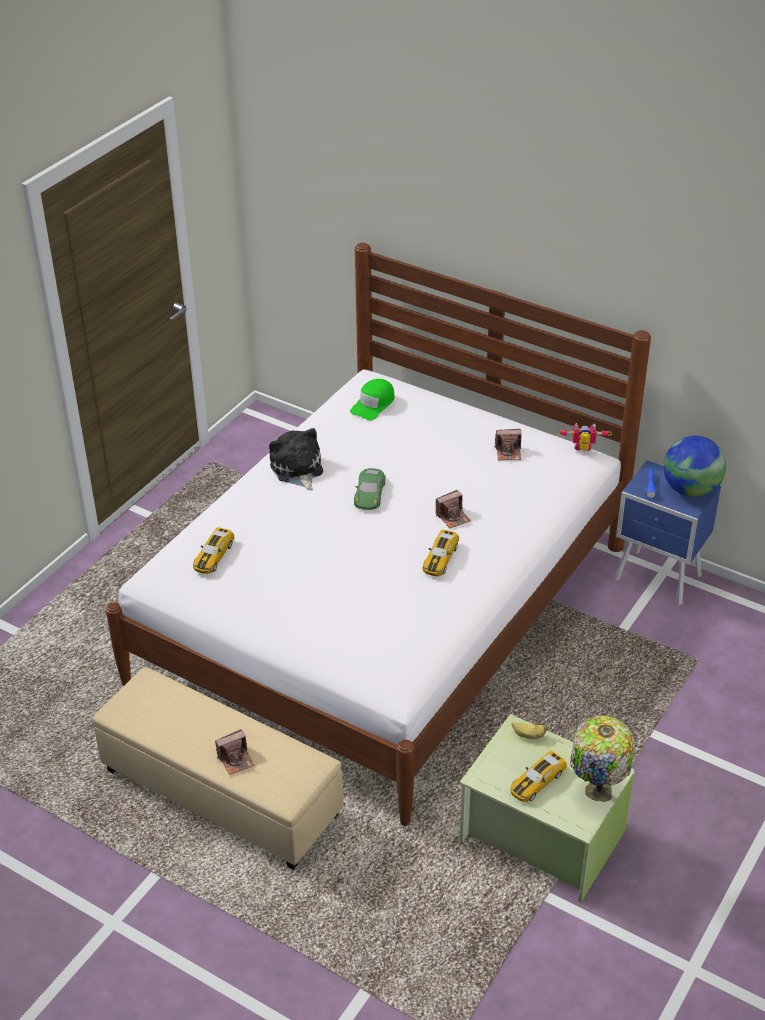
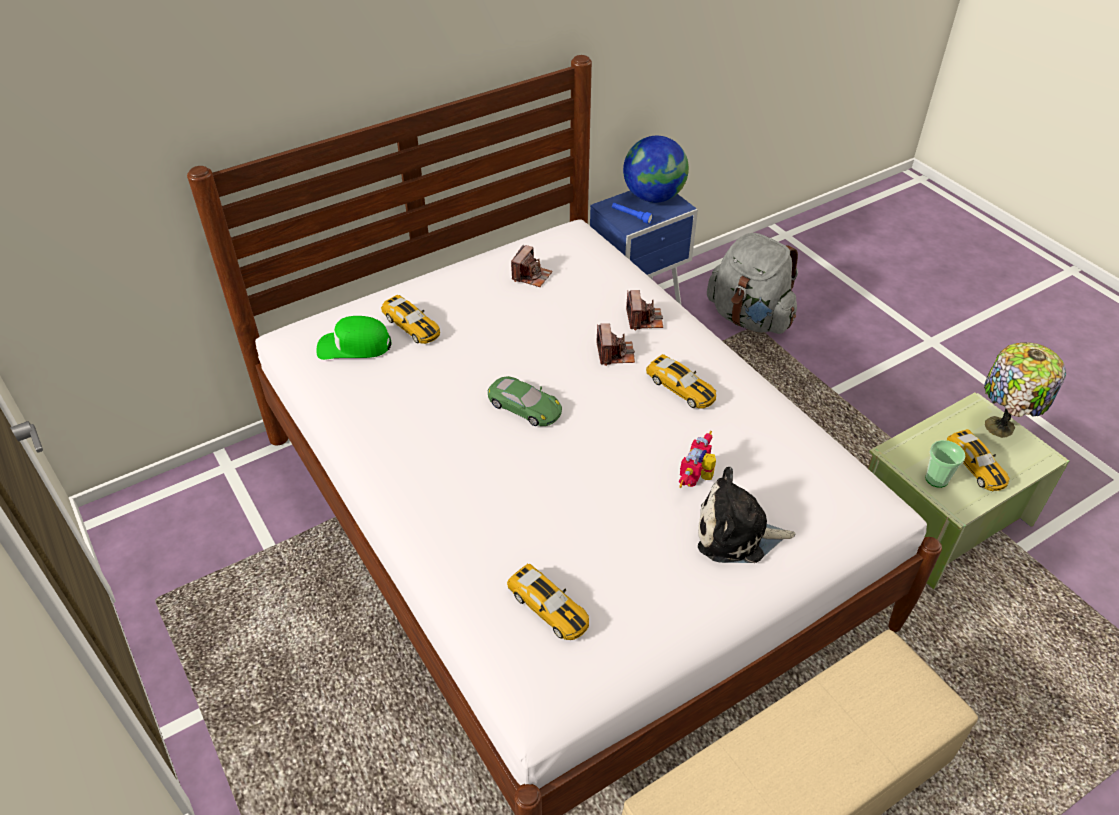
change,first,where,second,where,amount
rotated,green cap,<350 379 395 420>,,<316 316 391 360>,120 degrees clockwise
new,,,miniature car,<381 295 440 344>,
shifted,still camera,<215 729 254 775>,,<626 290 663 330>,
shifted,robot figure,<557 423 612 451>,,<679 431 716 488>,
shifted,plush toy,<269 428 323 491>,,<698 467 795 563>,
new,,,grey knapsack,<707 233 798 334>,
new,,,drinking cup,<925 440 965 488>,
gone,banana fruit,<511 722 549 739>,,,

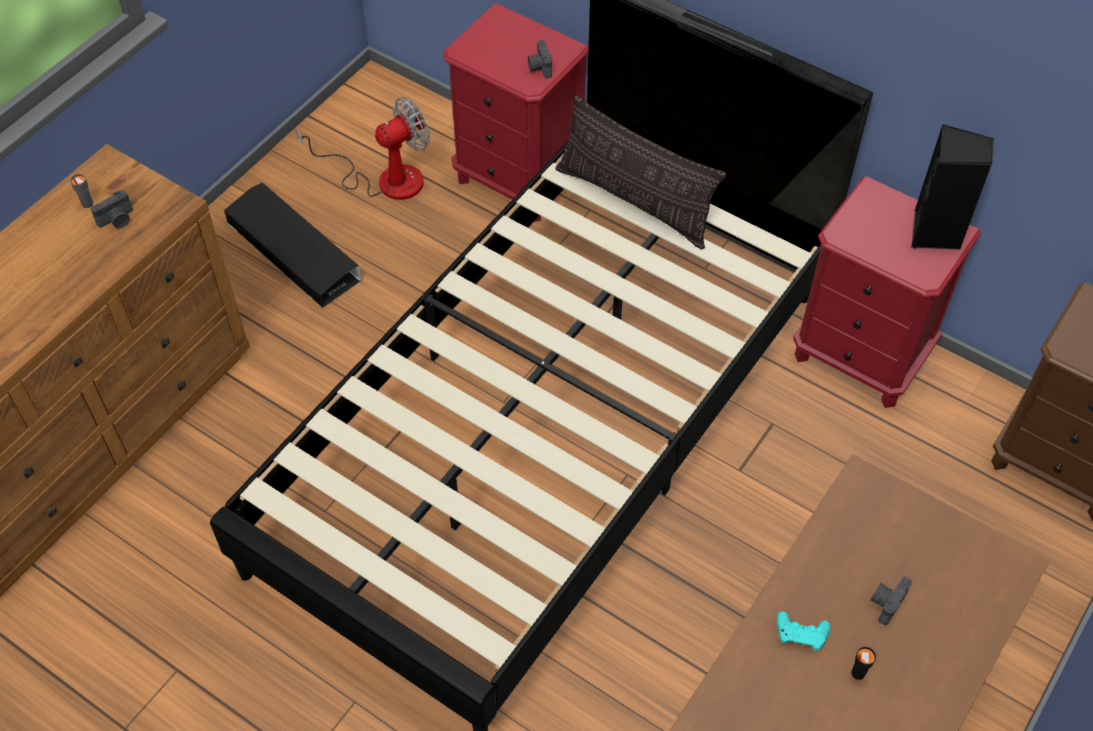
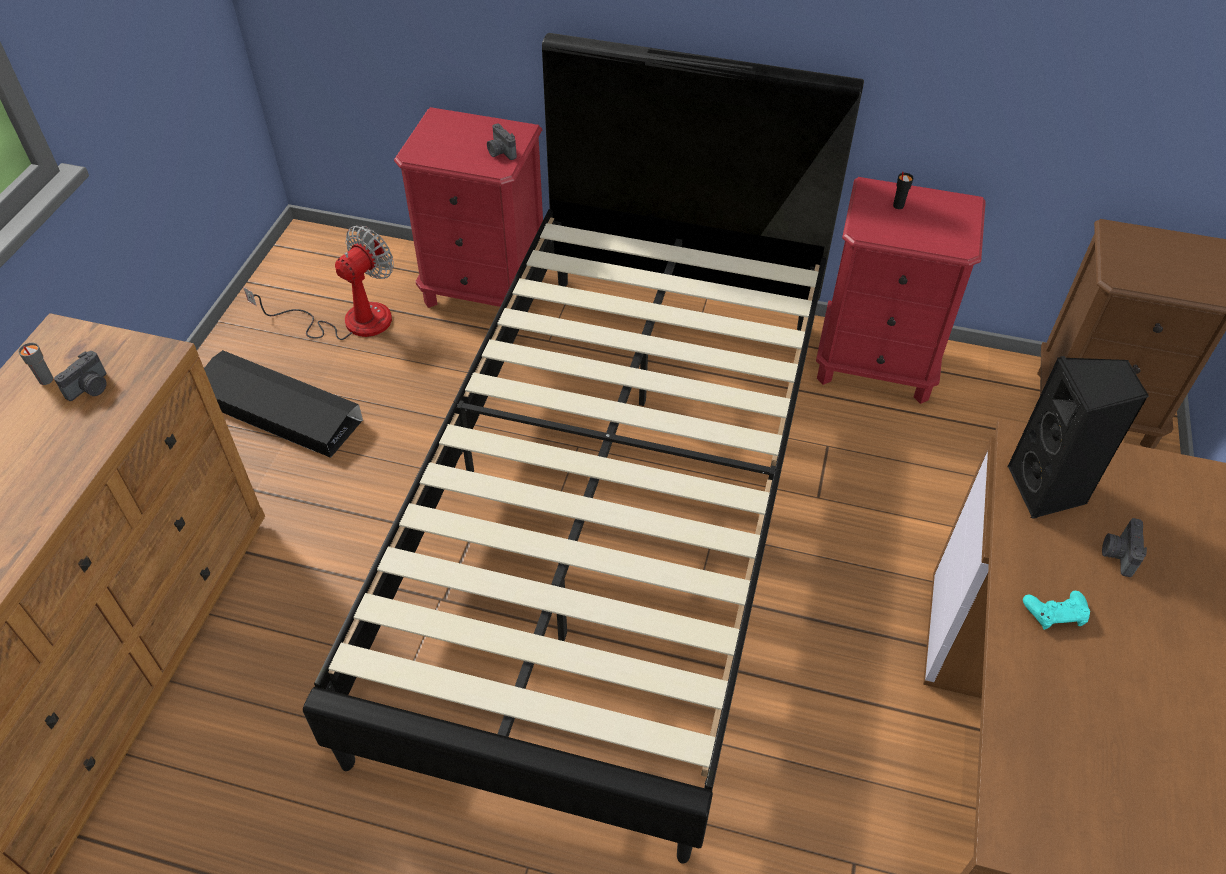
change,first,where,second,where,amount
shifted,black-coloured drinking cup,<851 647 876 680>,,<893 171 914 209>,
shifted,black-coloured speaker,<911 124 994 249>,,<1008 356 1149 519>,
gone,pillow,<555 95 727 249>,,,

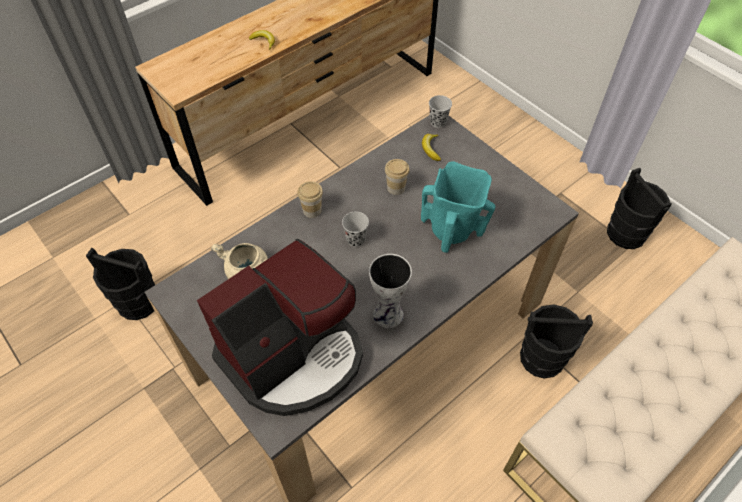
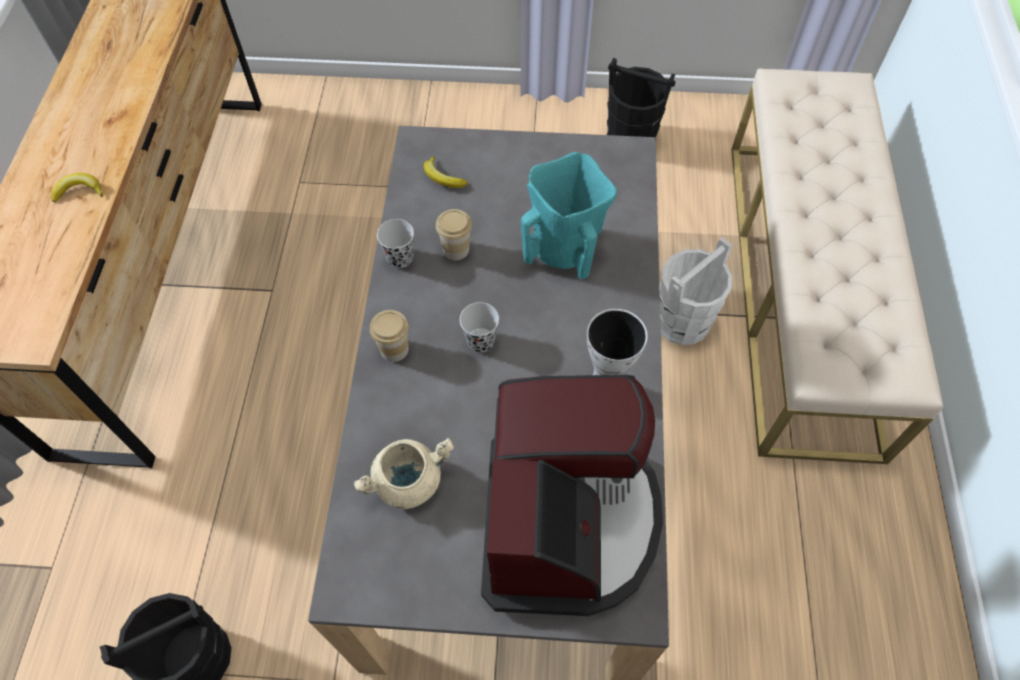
change,first,where,second,where,amount
shifted,black-coloured drinking cup,<429 95 452 128>,,<377 219 414 268>,
repainted,black-coloured pail,<520 304 593 379>,white pail,<660 237 733 345>,

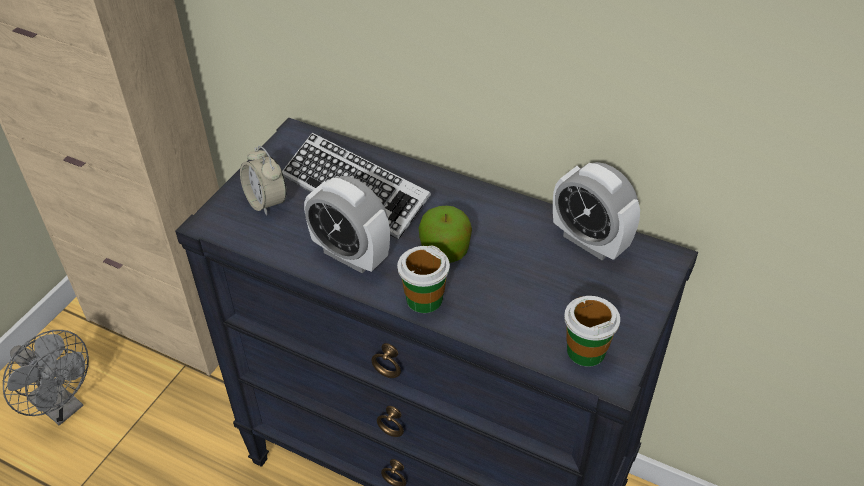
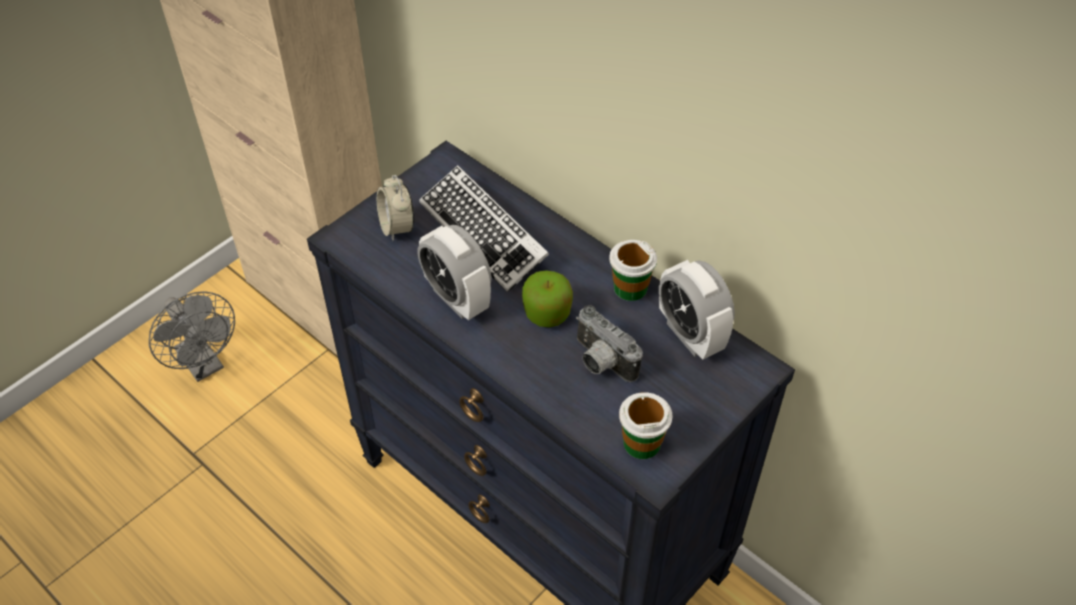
change,first,where,second,where,amount
new,,,still camera,<576 305 643 382>,
shifted,drinking cup,<397 245 450 313>,,<609 240 657 301>,

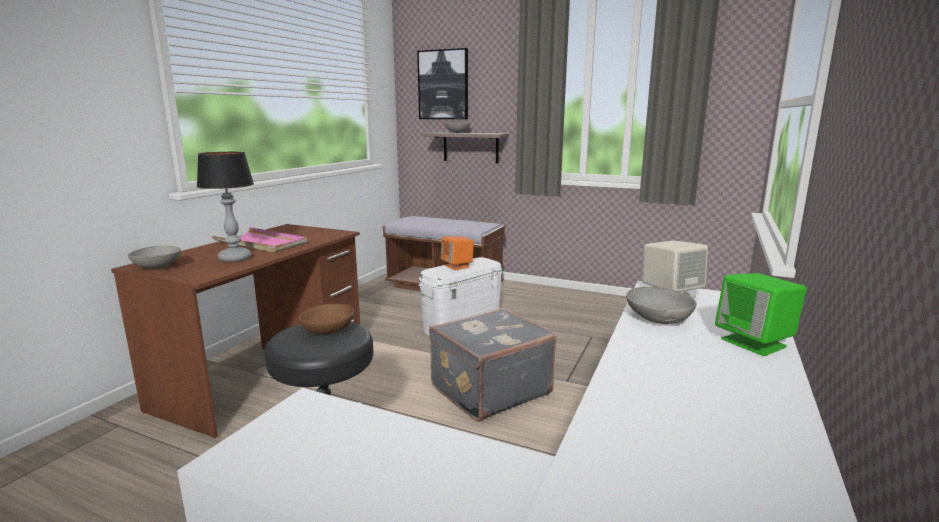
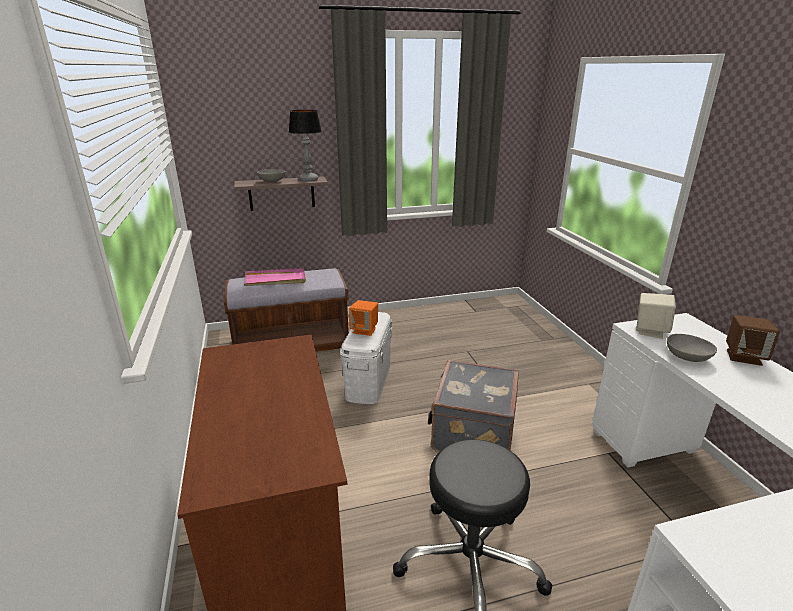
change,first,where,second,where,amount
shifted,pink-coloured carrying tray,<211 227 307 253>,,<244 268 306 286>,
shifted,lamp for a table,<197 152 254 262>,,<289 110 322 181>,
repainted,green speaker,<715 273 807 356>,brownish speaker,<726 315 780 366>,
gone,grey bowl,<128 246 181 269>,,,
gone,brownish bowl,<299 304 355 334>,,,
gone,wall picture,<417 48 468 119>,,,

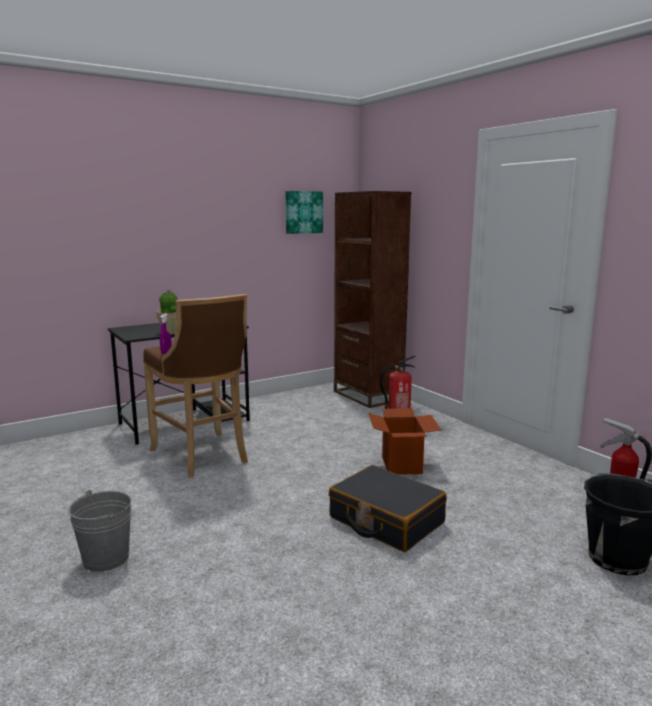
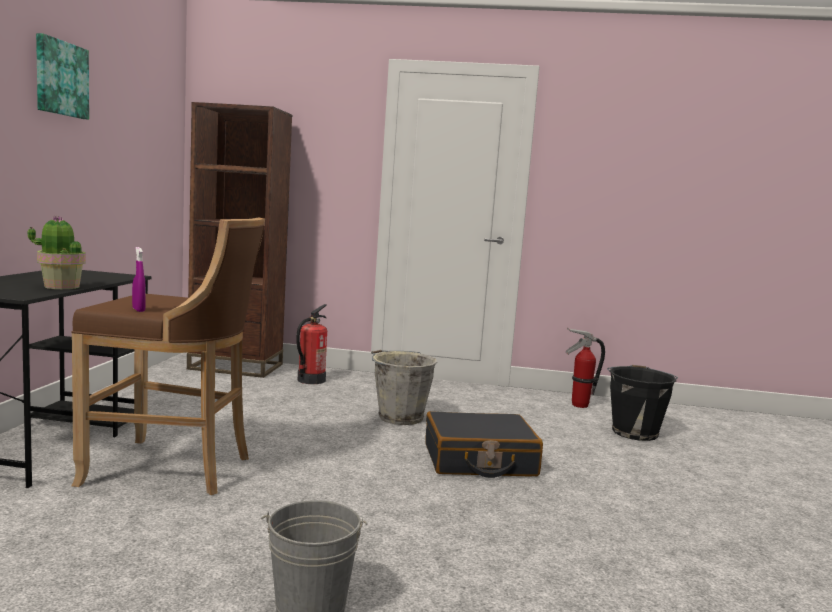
change,first,where,second,where,amount
shifted,wall picture,<286 191 323 234>,,<36 33 89 120>,
swapped,cardboard box,<368 408 441 475>,grey pail,<371 350 437 425>,

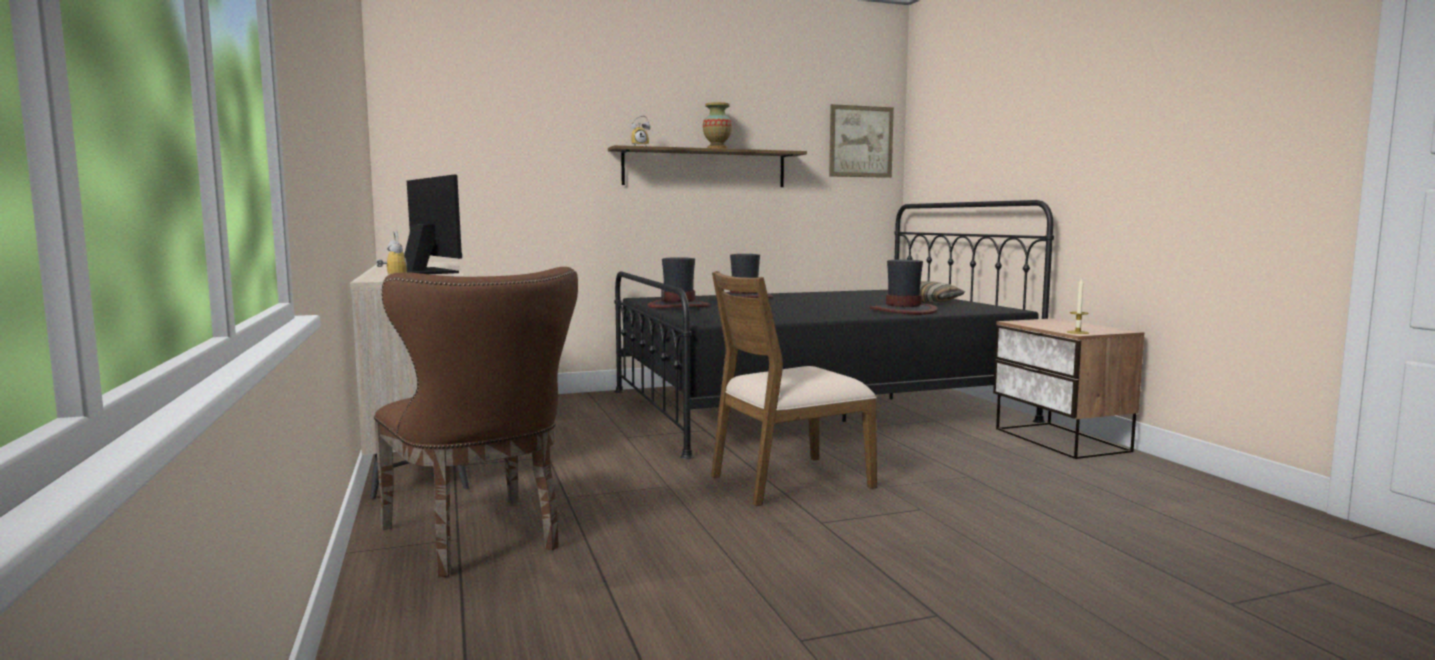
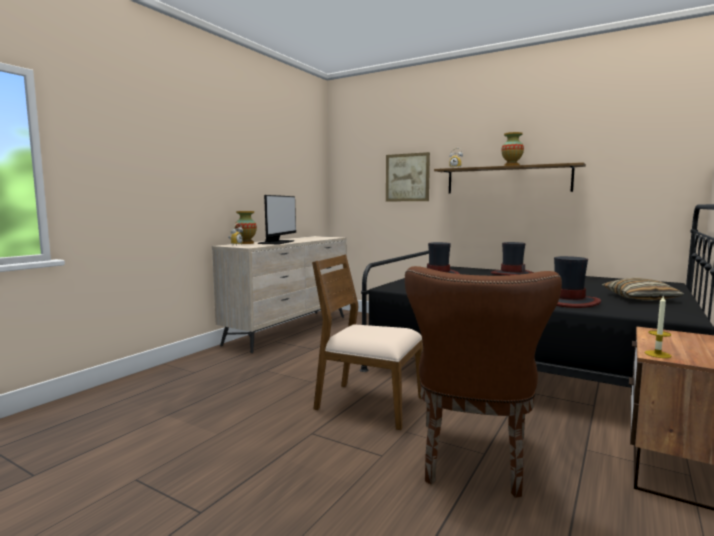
change,first,where,second,where,amount
new,,,flower vase,<235 211 257 244>,
shifted,wall picture,<829 104 894 178>,,<386 152 430 201>,
shifted,brownish chair,<374 267 578 577>,,<405 266 562 498>,

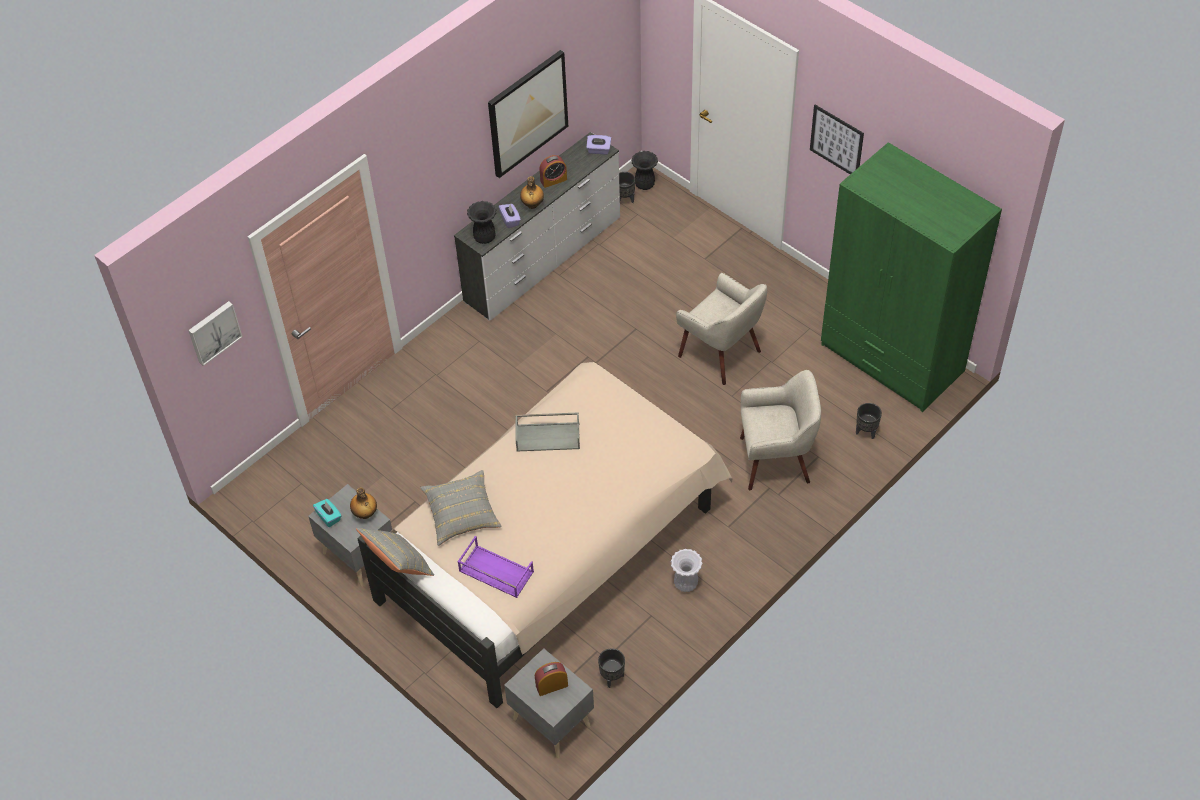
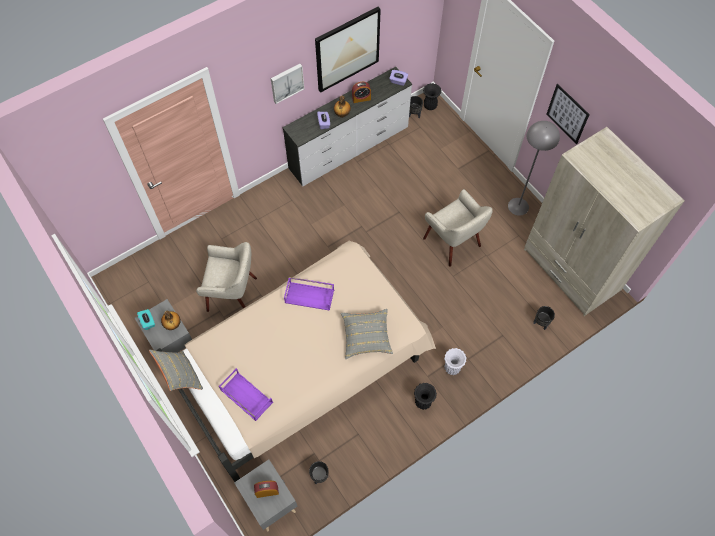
change,first,where,second,where,amount
shifted,sand-coloured lounge chair,<740 370 821 490>,,<196 242 257 312>,
shifted,wall picture,<188 301 243 366>,,<271 64 304 104>,
repainted,grey carrying tray,<515 412 580 452>,purple carrying tray,<284 277 334 311>,
shifted,grey pillow,<420 470 502 546>,,<341 309 393 359>,
shifted,black-coloured flower vase,<467 201 497 244>,,<414 383 437 410>,
shifted,white flower vase,<671 549 703 592>,,<444 348 467 375>,
new,,,grey standing lamp,<508 121 560 216>,
repainted,green wardrobe,<821 142 1002 412>,sand-coloured wardrobe,<524 127 684 316>,

